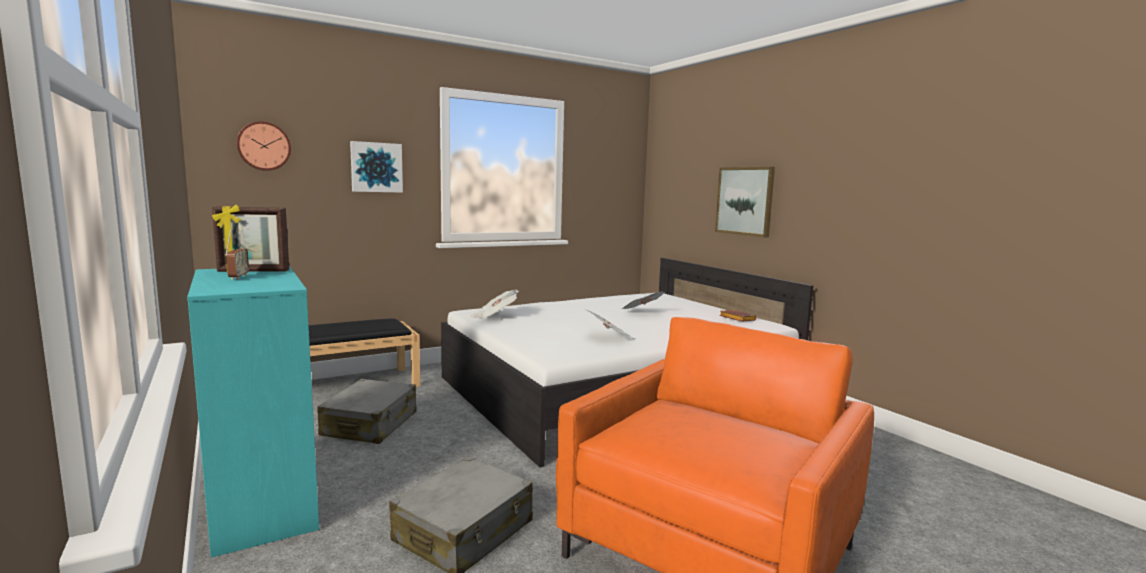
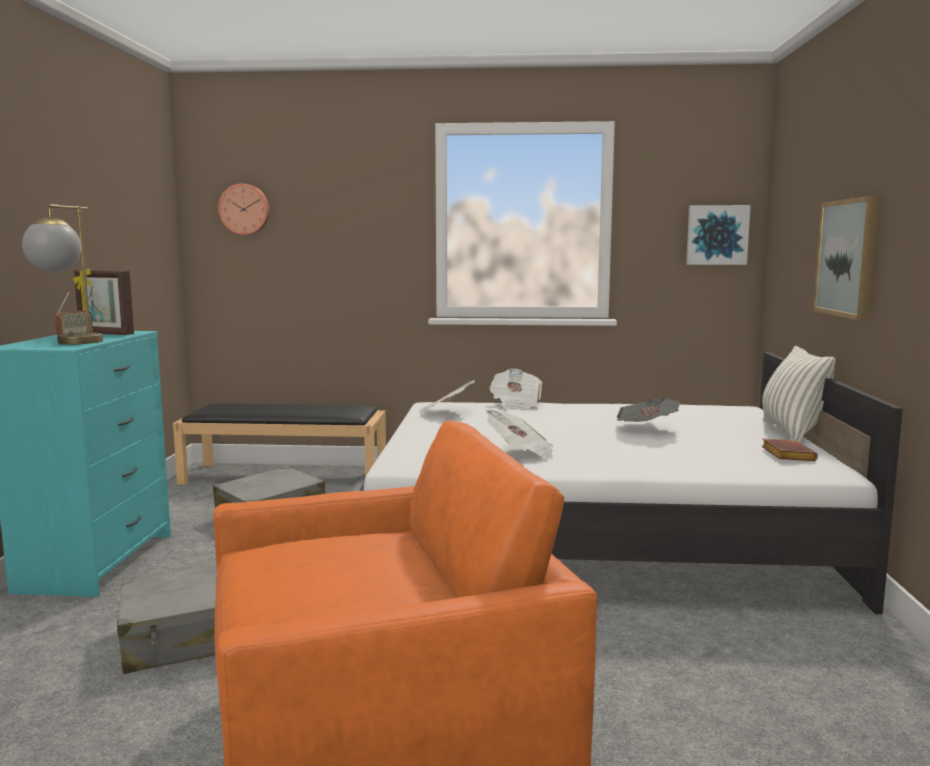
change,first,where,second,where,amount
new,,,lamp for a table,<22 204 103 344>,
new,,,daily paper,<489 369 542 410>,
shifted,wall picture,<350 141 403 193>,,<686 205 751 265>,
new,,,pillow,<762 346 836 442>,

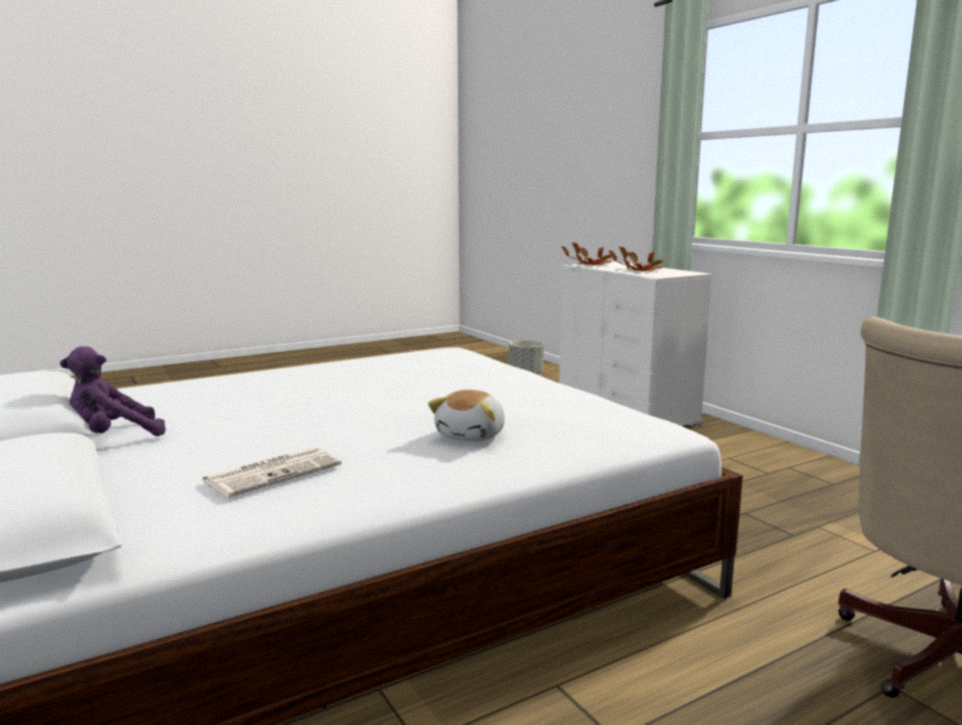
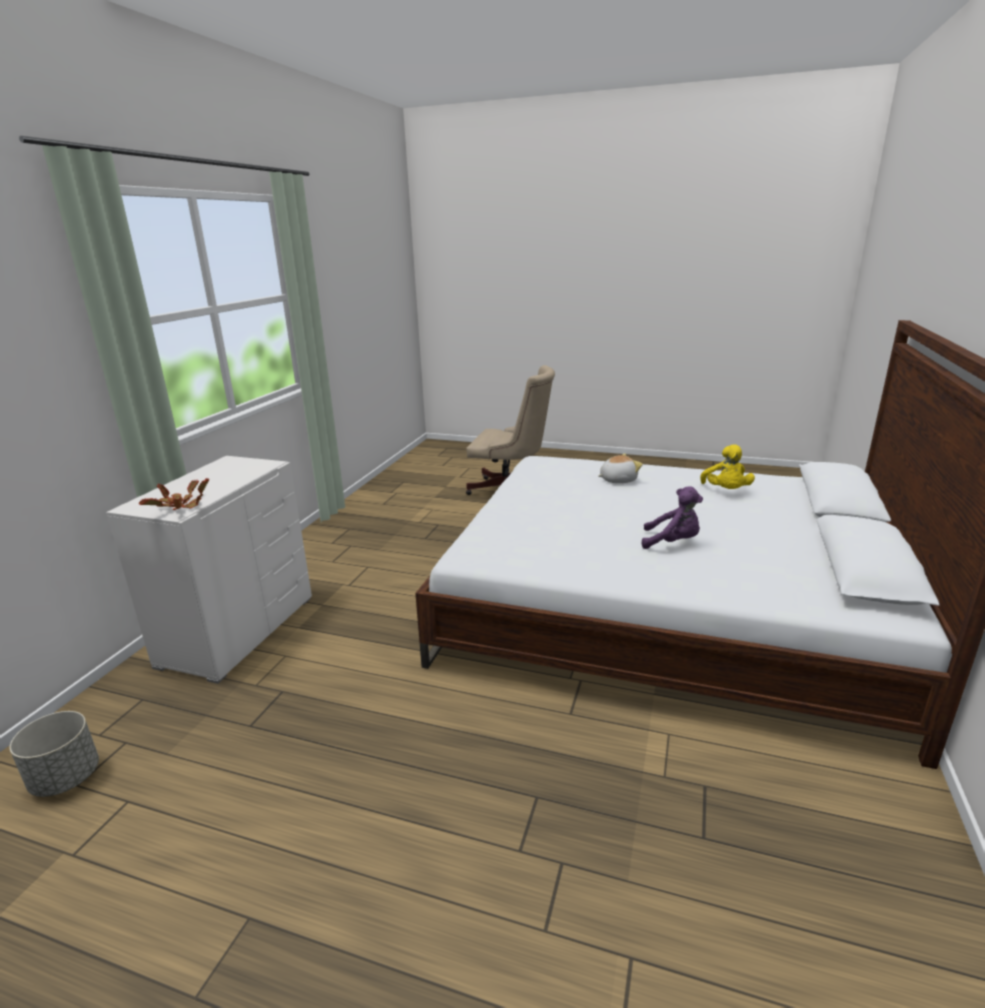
change,first,where,second,where,amount
shifted,purple plush toy,<60 346 166 436>,,<642 487 703 549>,
swapped,daily paper,<201 447 341 497>,yellowish plush toy,<700 445 755 489>,
gone,plant in a pot,<609 246 663 271>,,,

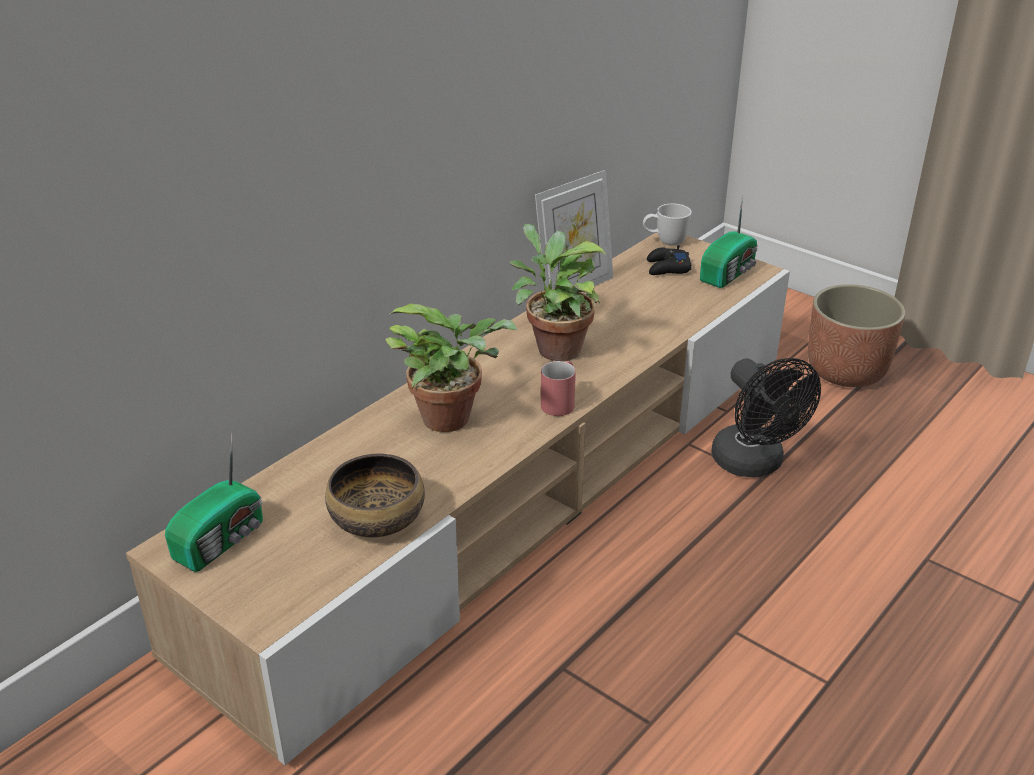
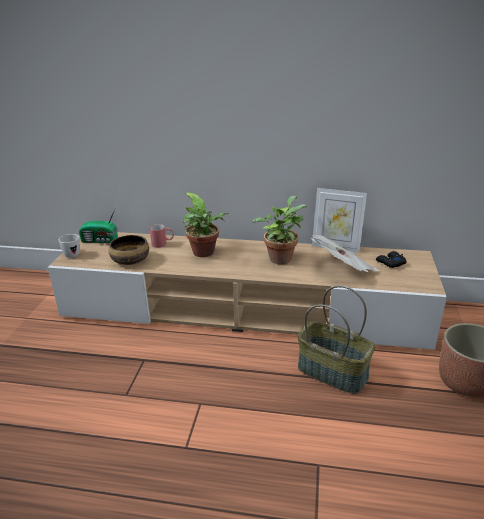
change,first,where,second,where,amount
shifted,white mug,<643 203 692 246>,,<59 234 80 258>,
shifted,reddish mug,<541 361 576 416>,,<150 224 174 248>,
swapped,black-coloured cooling fan,<711 358 821 478>,basket,<298 285 375 394>,
new,,,daily paper,<311 235 379 272>,
gone,radio,<700 196 758 288>,,,

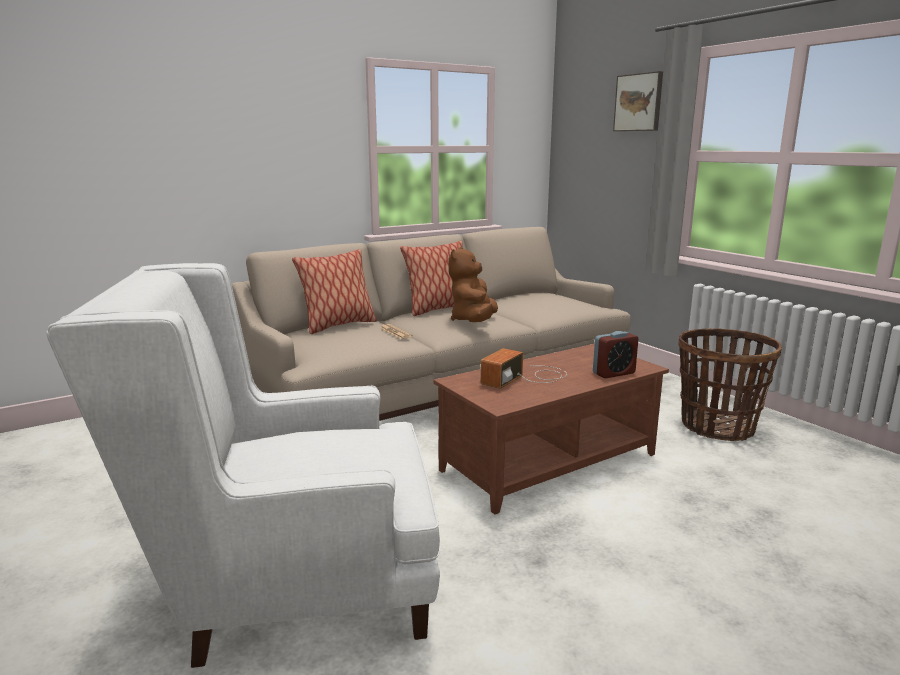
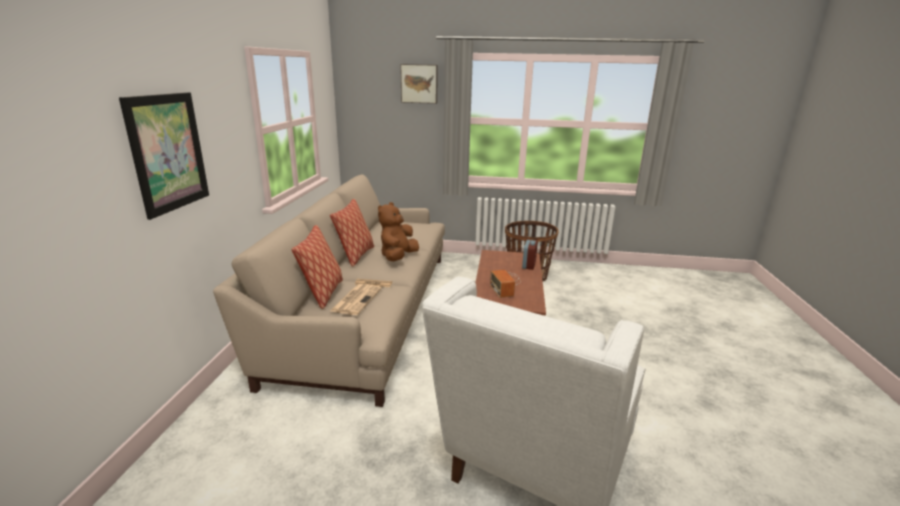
change,first,where,second,where,amount
new,,,wall picture,<119 92 209 220>,
new,,,daily paper,<330 284 382 315>,
rotated,brownish plush toy,<448 247 498 322>,,<378 202 419 261>,60 degrees clockwise

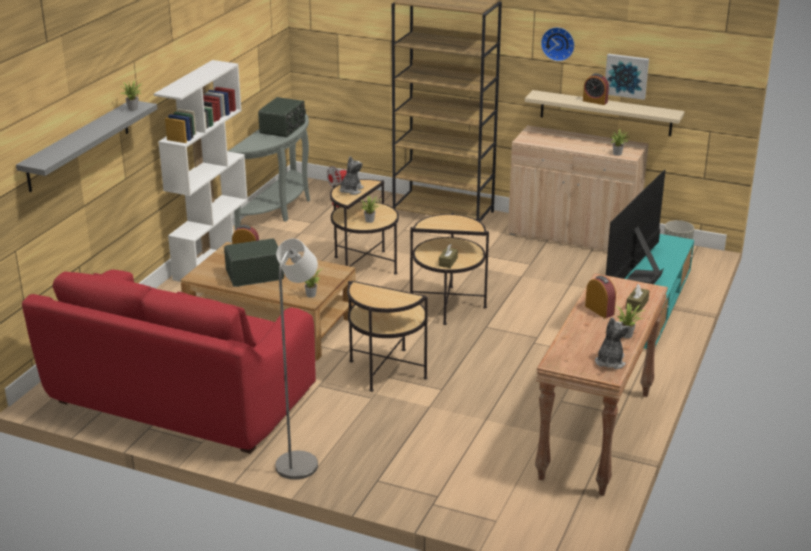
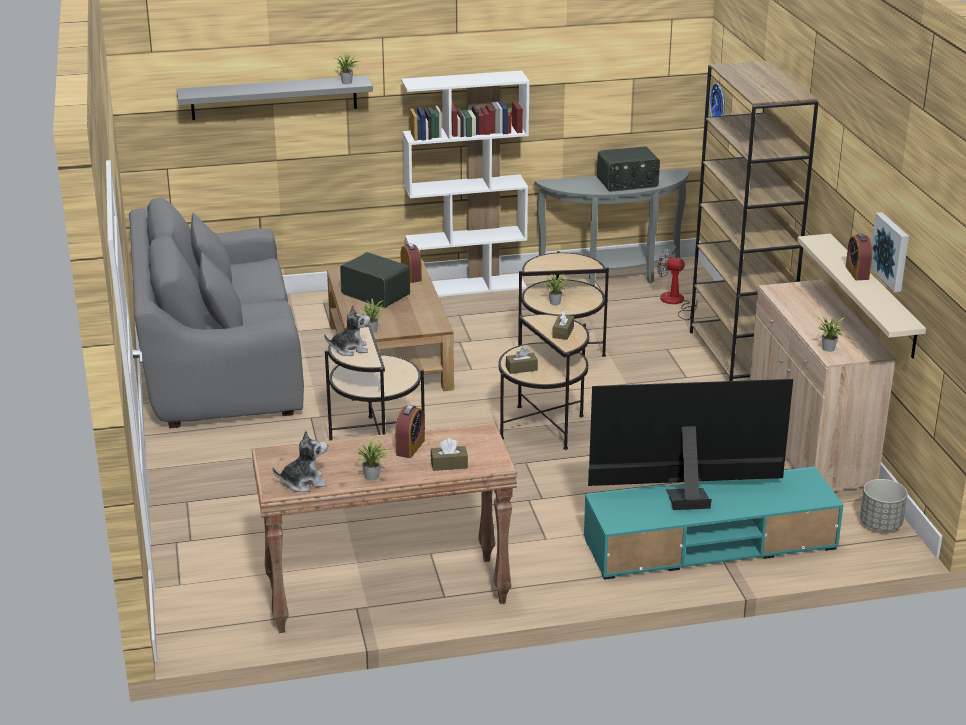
change,first,where,second,where,amount
repainted,reddish couch,<22 269 316 454>,grey couch,<129 198 304 428>,
shifted,plush toy,<340 156 364 195>,,<324 305 370 356>,
new,,,brownish box of tissues,<552 310 574 340>,
shifted,hanging clock,<541 27 575 61>,,<710 83 725 116>,
gone,grey standing lamp,<275 239 318 480>,,,

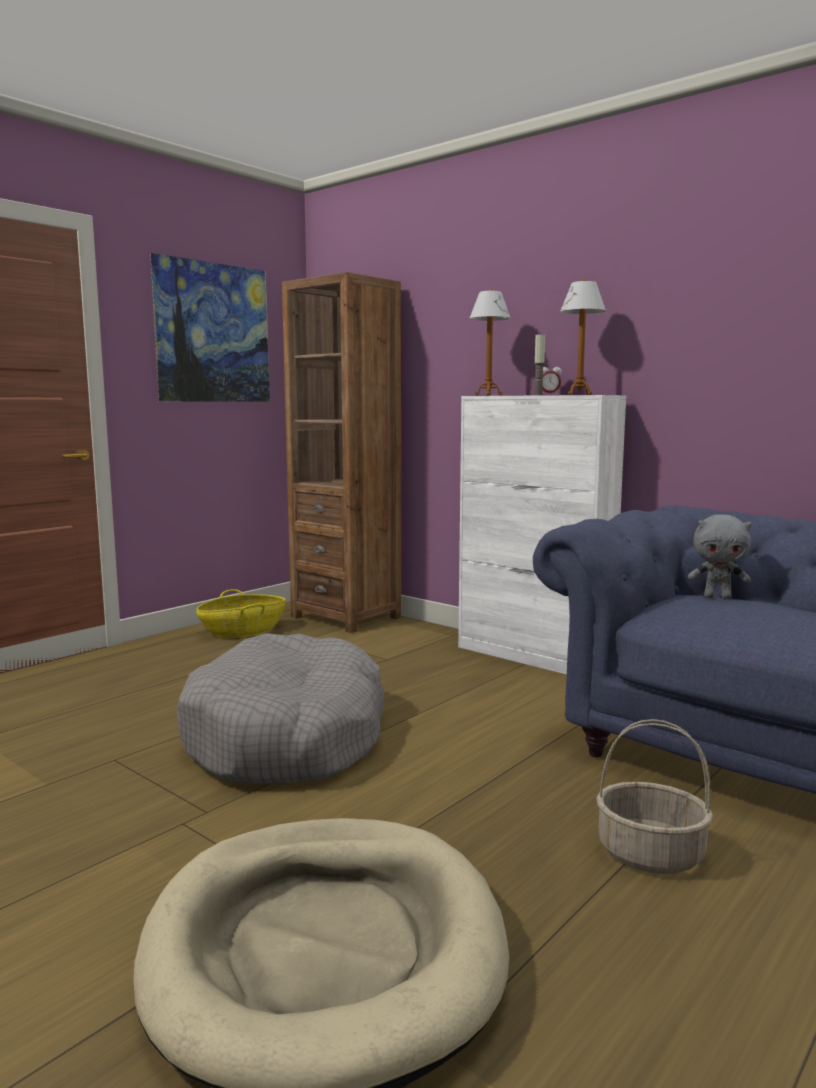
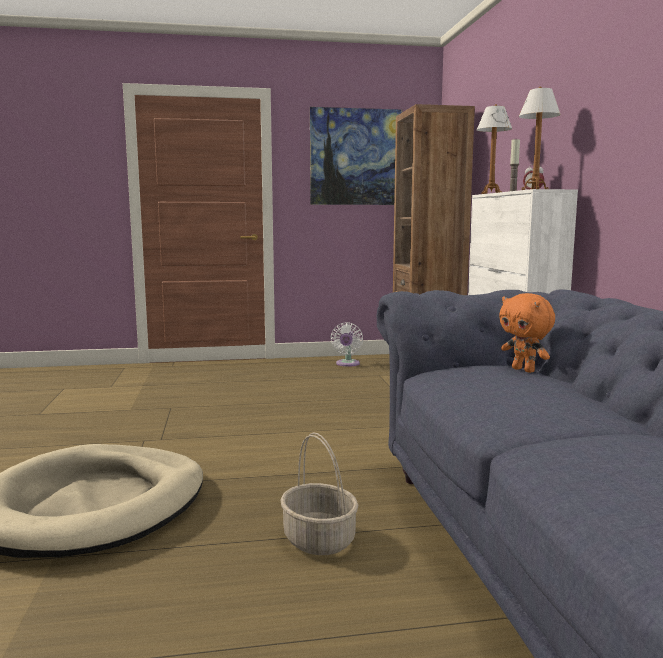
change,first,where,second,where,amount
swapped,basket,<196 589 286 638>,white cooling fan,<331 322 363 367>,
repainted,grey plush toy,<688 514 752 599>,orange plush toy,<499 293 555 373>,
gone,grey dog cushion,<176 633 384 784>,,,

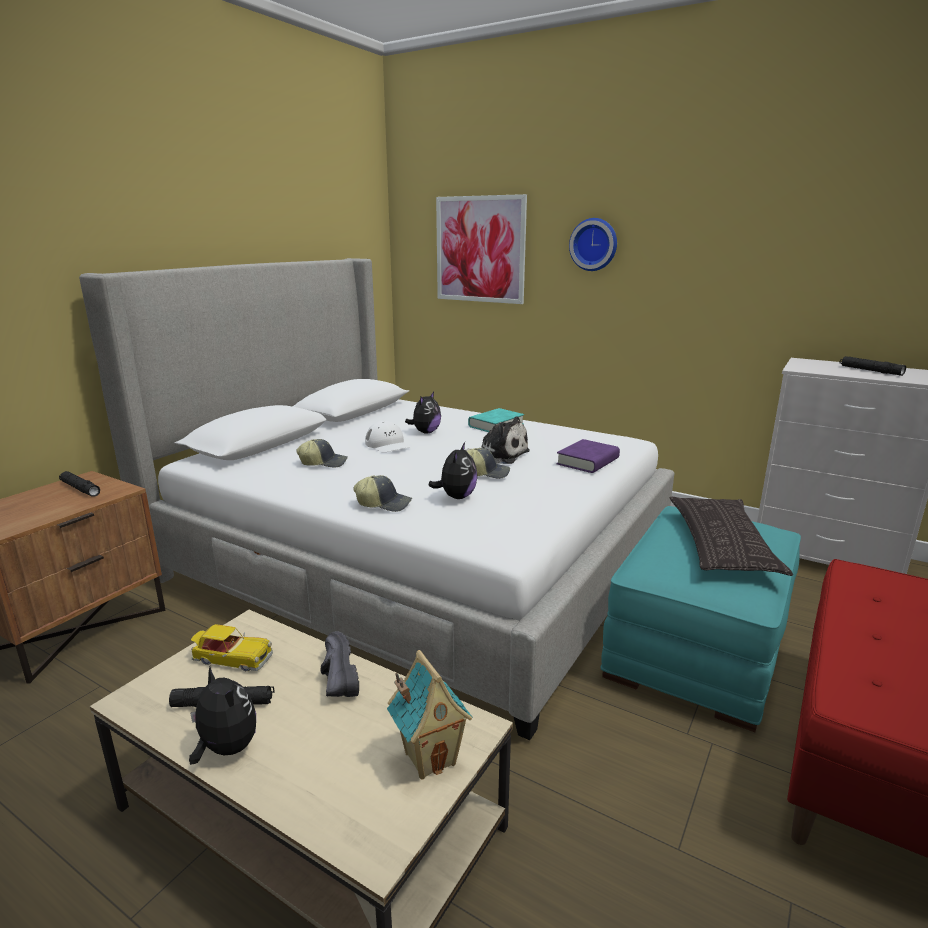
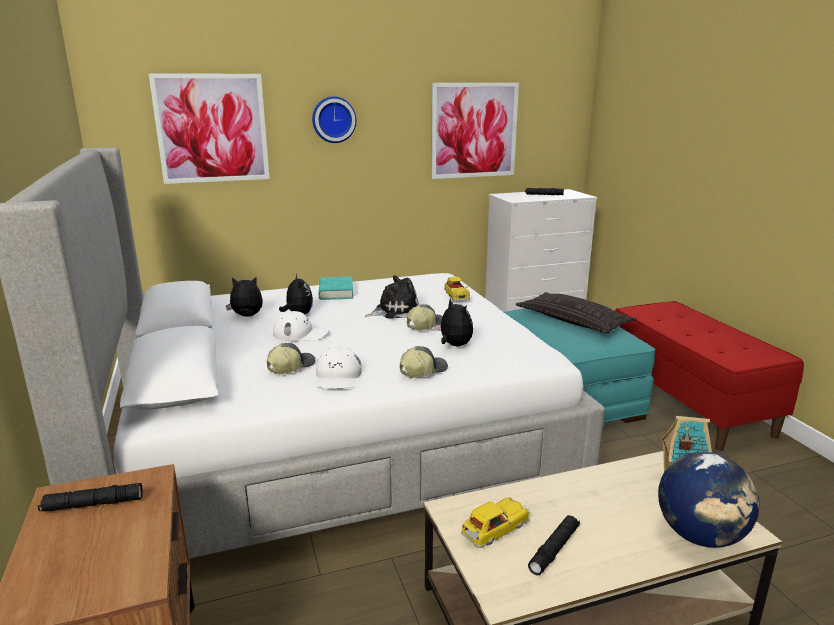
change,first,where,second,where,amount
shifted,plush toy,<189 667 256 765>,,<226 277 263 317>,
new,,,white cap,<315 347 362 388>,
new,,,wall picture,<431 83 519 179>,
swapped,purple book,<556 439 620 473>,miniature car,<444 277 470 301>,
new,,,world globe,<658 452 759 548>,
gone,black-coloured shoe,<321 631 359 697>,,,

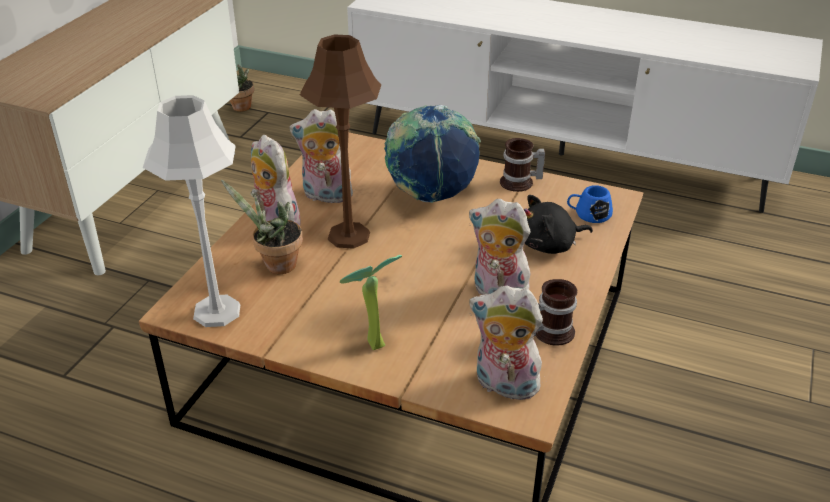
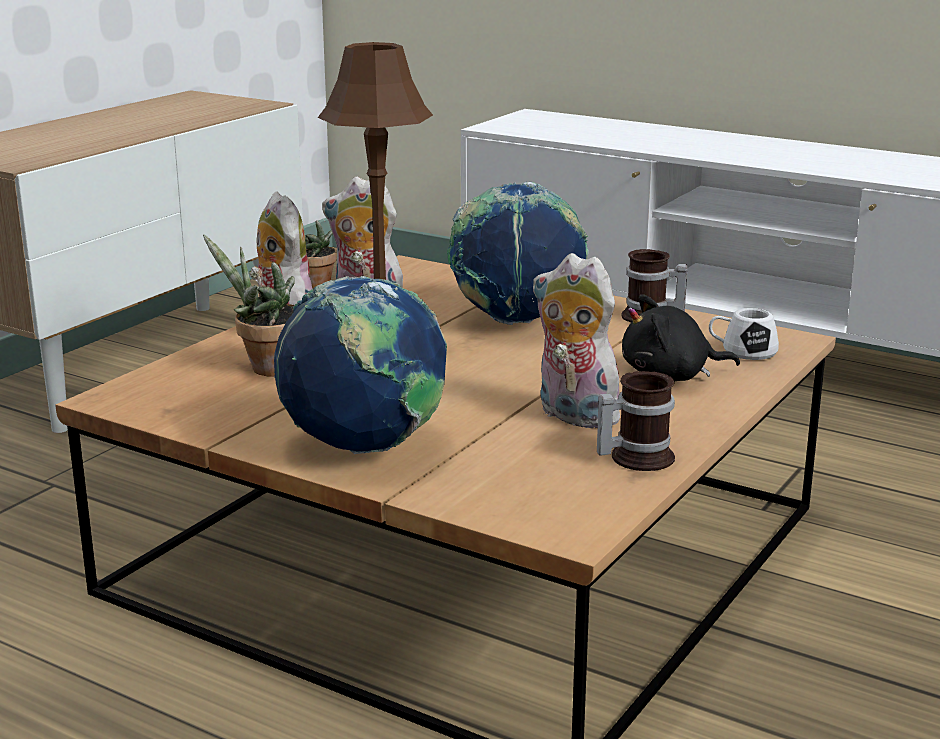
change,first,where,second,where,amount
swapped,plant in a pot,<340 255 402 350>,world globe,<274 276 447 454>,
repainted,bluish mug,<567 185 613 223>,white mug,<709 308 779 360>,
gone,grey lamp for a table,<143 95 241 327>,,,
gone,plush toy,<469 286 543 400>,,,

